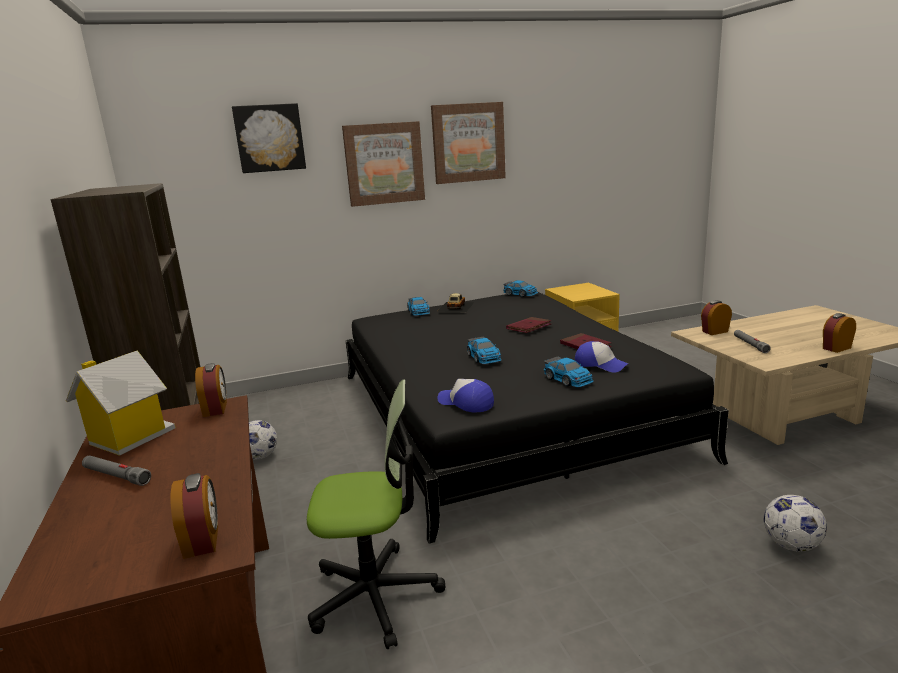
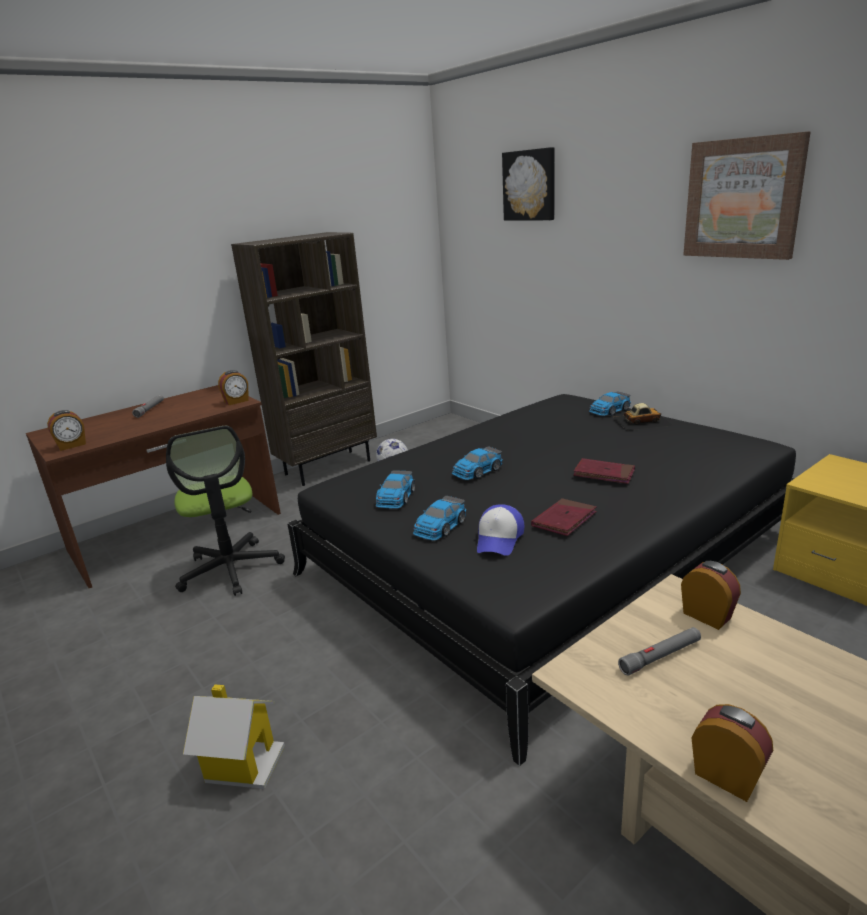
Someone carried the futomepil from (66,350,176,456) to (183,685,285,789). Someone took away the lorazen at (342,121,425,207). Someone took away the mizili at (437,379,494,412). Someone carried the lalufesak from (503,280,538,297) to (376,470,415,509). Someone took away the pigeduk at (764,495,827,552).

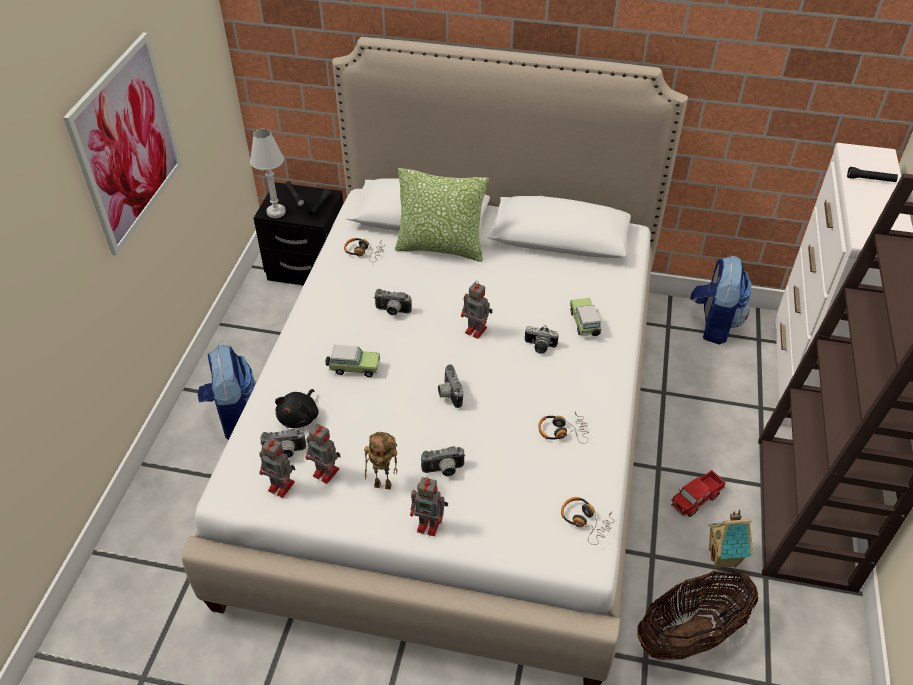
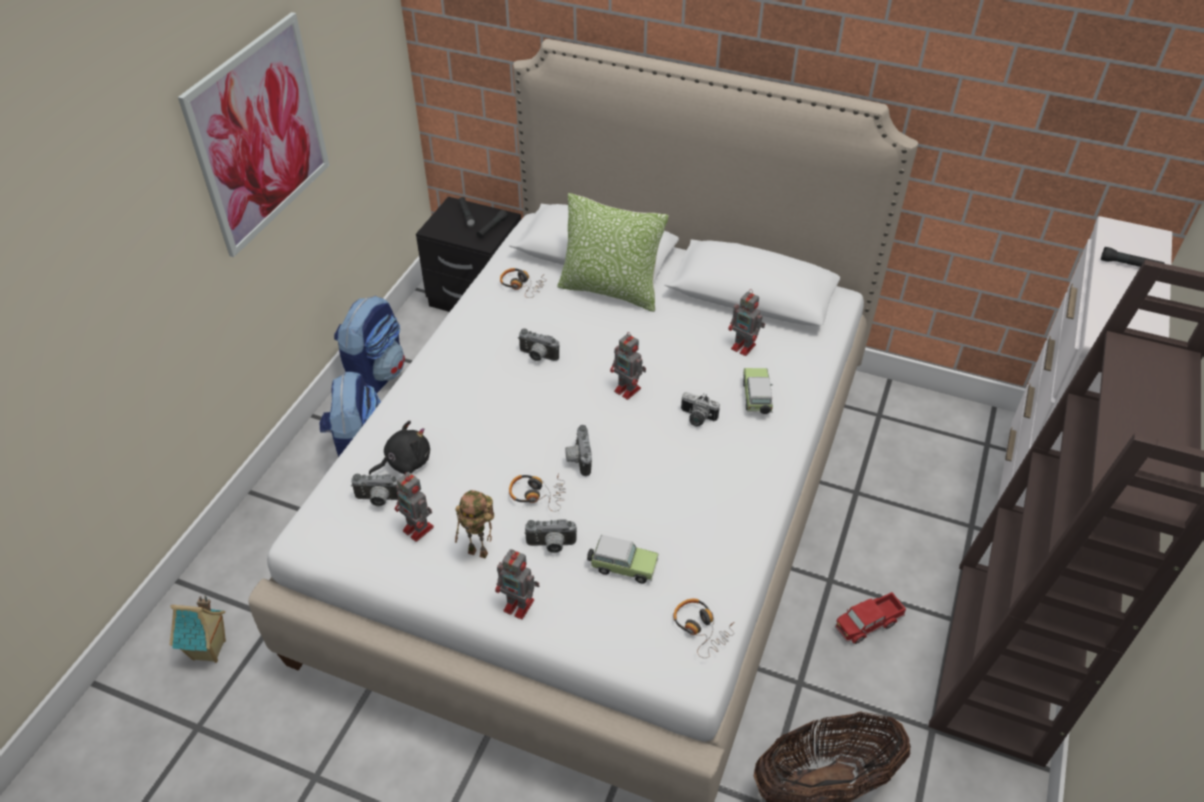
Someone took away the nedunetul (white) at (250,129,286,218). Someone carried the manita from (259,438,295,498) to (728,289,765,356). Someone rotated the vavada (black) at (275,389,319,428) by 150 degrees counterclockwise. Someone carried the lalufesak from (325,345,380,377) to (587,535,658,584). Someone carried the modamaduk from (538,411,589,444) to (509,474,565,512). Someone carried the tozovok from (690,255,751,345) to (334,296,405,393). Someone carried the futomepil from (708,510,753,569) to (170,595,226,663).

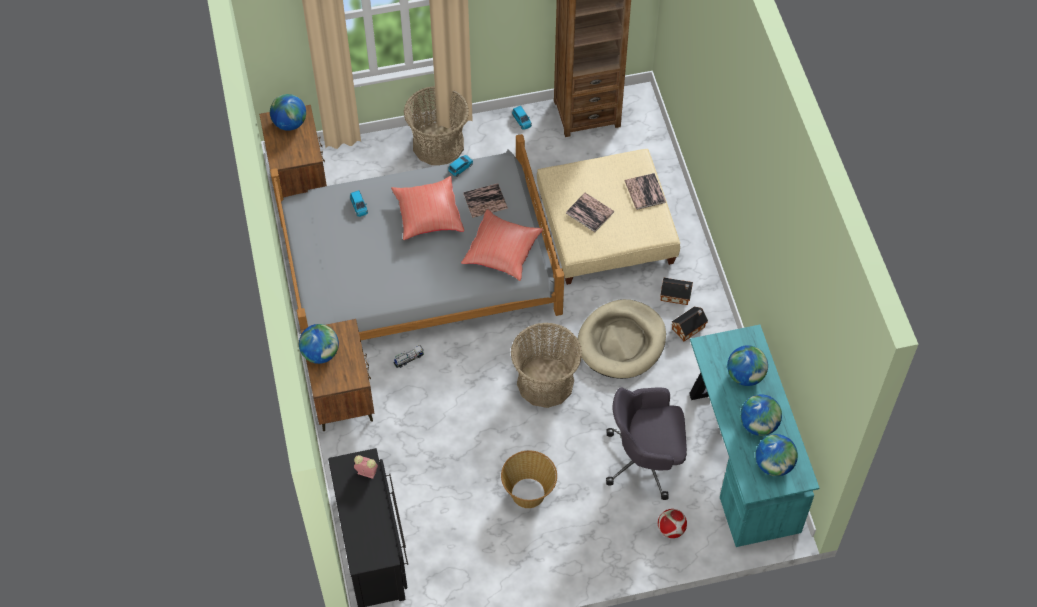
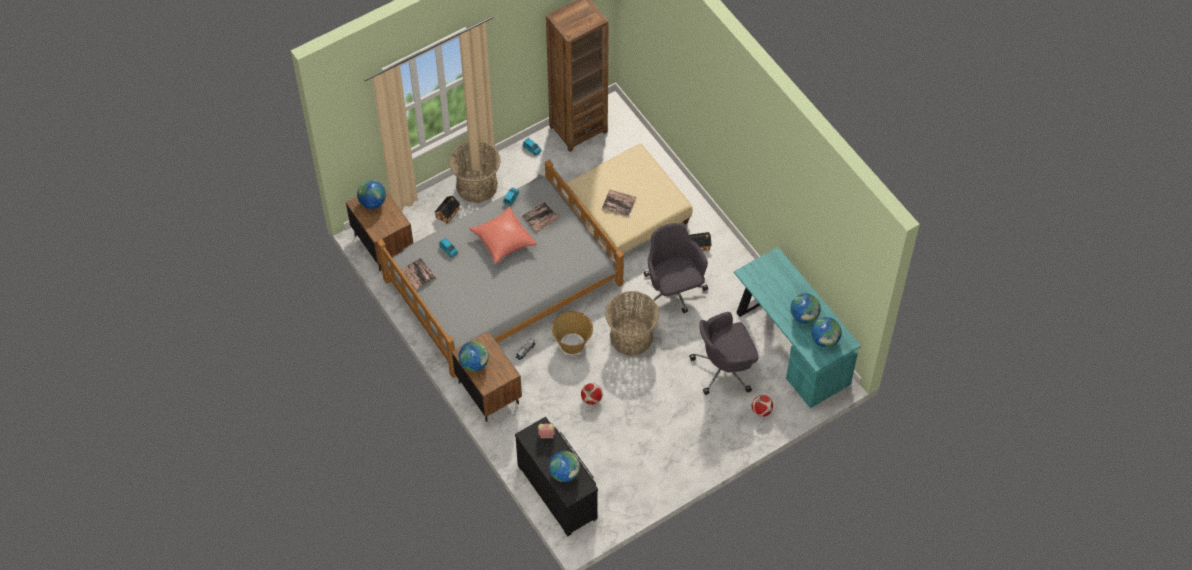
Someone took away the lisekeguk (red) at (461,209,543,281). Someone carried the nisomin from (501,450,557,508) to (552,311,593,354). Someone swapped the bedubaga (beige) at (578,299,666,379) for the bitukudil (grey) at (644,223,708,313). Someone carried the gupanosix from (625,173,666,210) to (401,258,437,291). Someone carried the futomepil from (672,307,708,342) to (435,196,460,224). Someone carried the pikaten from (727,345,768,386) to (549,451,580,482). Someone put down the pigeduk at (581,383,602,405).

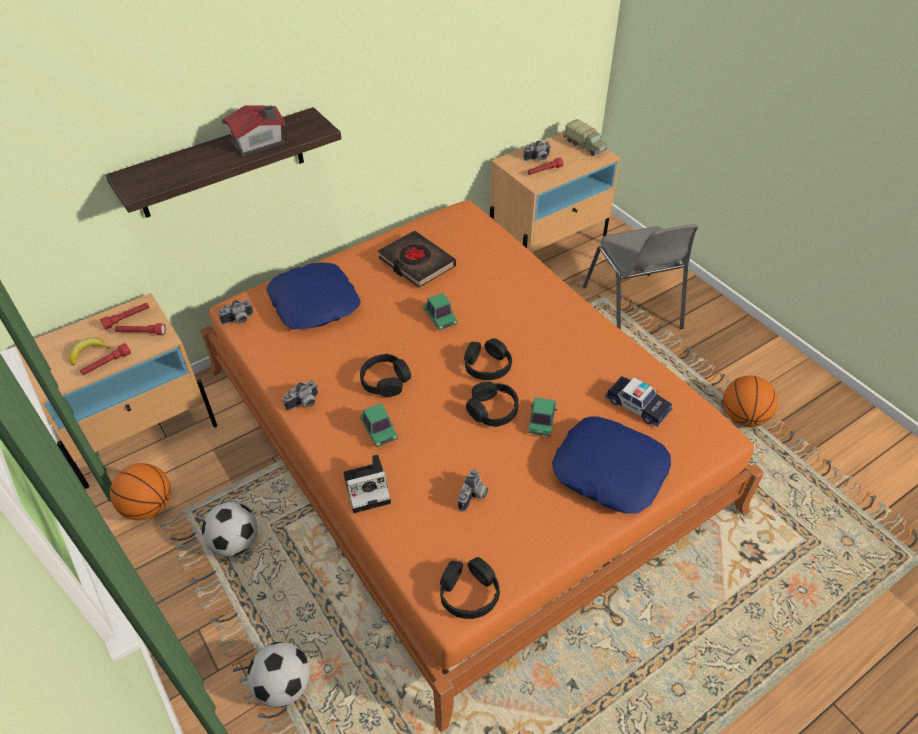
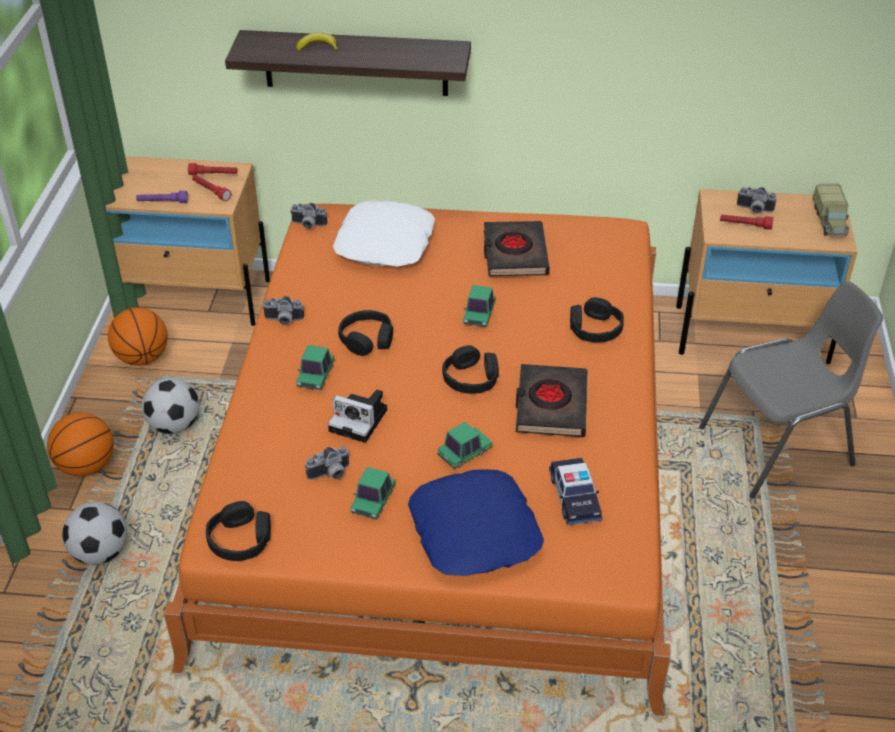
Someone carried the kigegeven from (69,337,110,366) to (296,32,338,51). Someone repainted the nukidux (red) at (80,343,131,375), which became the nukidux (purple) at (136,191,188,203). Someone took away the futomepil at (222,105,285,156). Someone repainted the lisekeguk (blue) at (266,263,361,329), which became the lisekeguk (white) at (333,200,435,267). Someone carried the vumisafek from (343,454,391,513) to (328,389,387,443). Someone carried the modamaduk (black) from (466,382,519,427) to (570,297,624,343). Someone rotated the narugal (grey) at (583,224,698,330) by 135 degrees counterclockwise. Someone carried the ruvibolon from (723,376,778,427) to (47,412,114,476). Someone put down the lalufesak at (350,467,396,520). Someone put down the gupanosix (black) at (516,364,588,437).

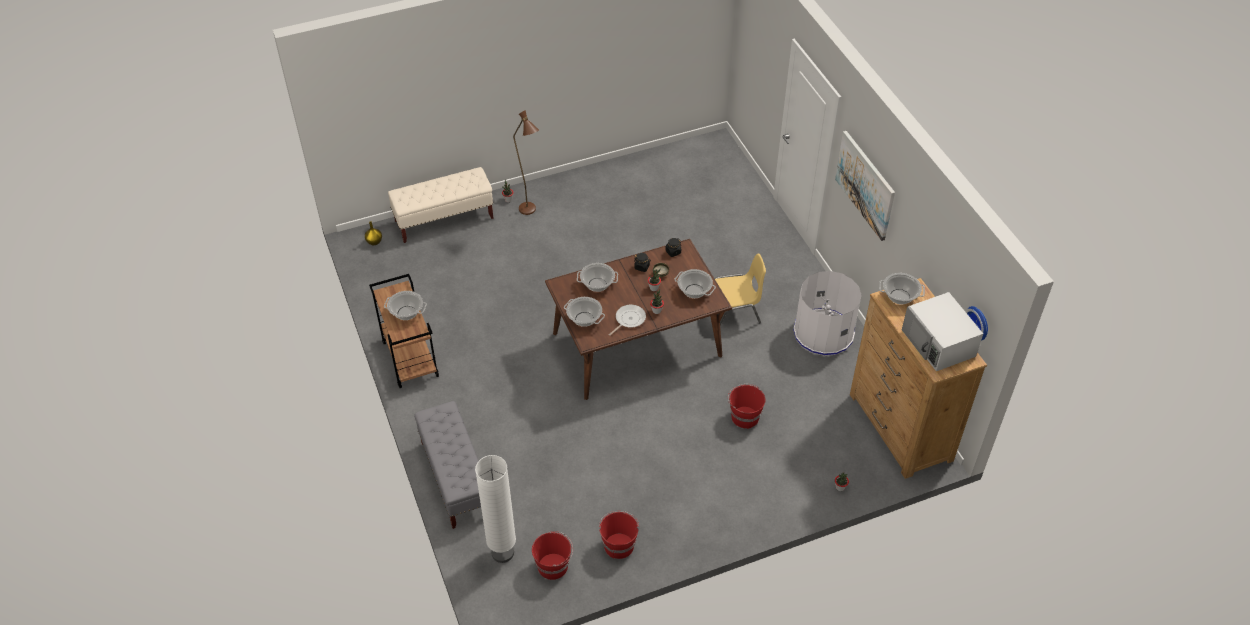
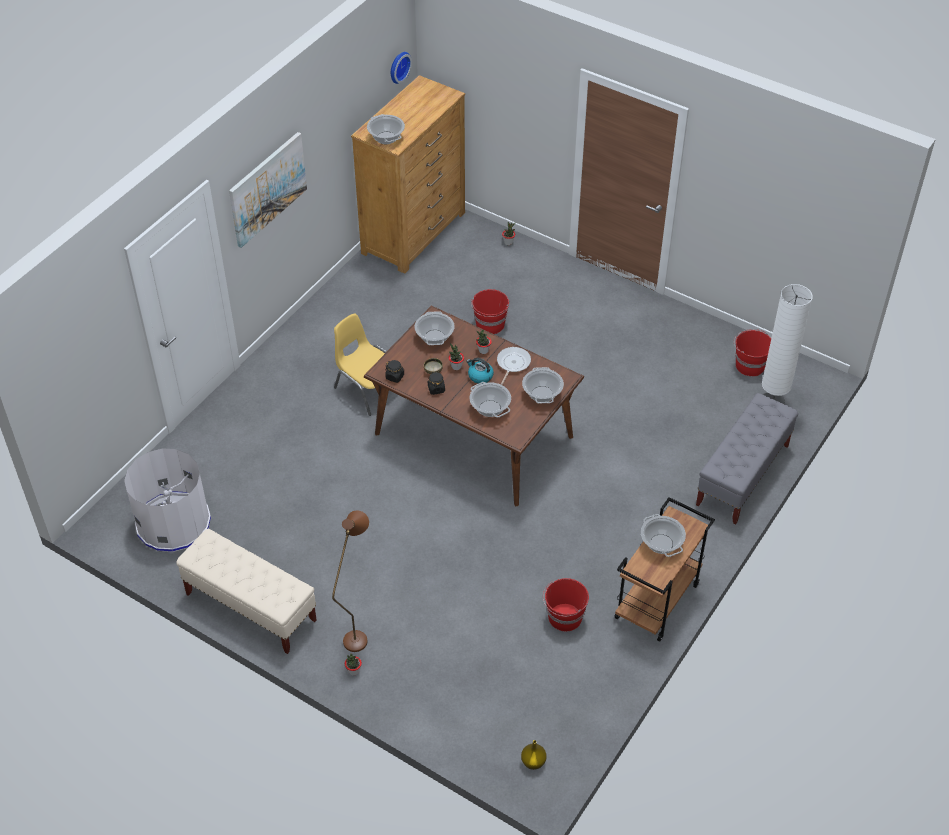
Someone carried the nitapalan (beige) from (388,167,494,243) to (176,529,317,654). Someone carried the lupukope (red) from (599,511,639,559) to (543,578,589,631). Someone rotated the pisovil at (609,305,646,336) by 105 degrees clockwise. Someone carried the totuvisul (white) from (793,271,861,356) to (124,448,211,552). Someone took away the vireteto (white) at (902,292,983,371). Someone put down the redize at (466,358,494,384).

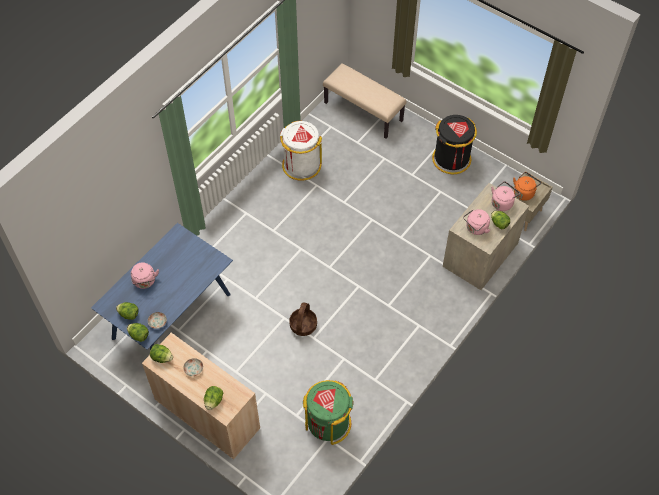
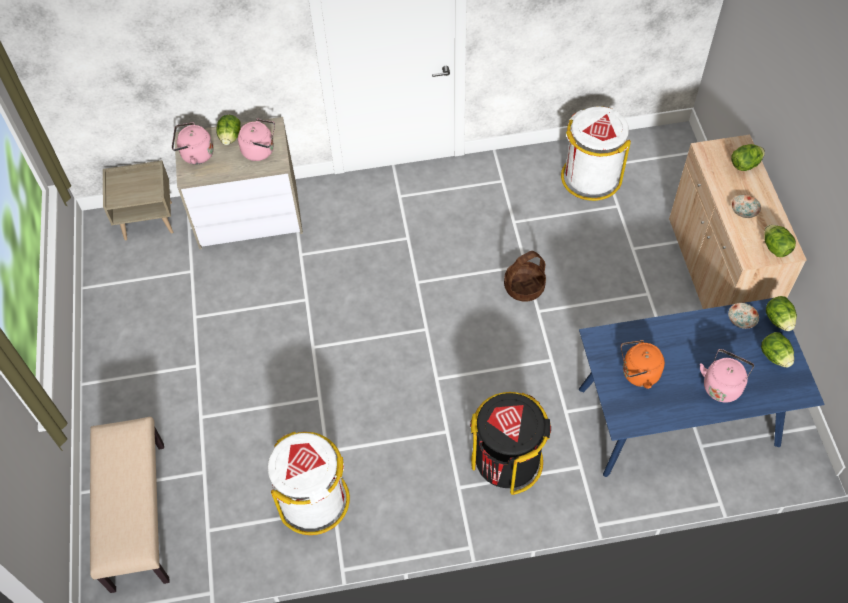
Someone repainted the totuvisul (green) at (303,380,354,445), which became the totuvisul (white) at (561,106,631,201). Someone carried the totuvisul (black) from (432,115,477,174) to (470,392,551,495). Someone carried the redize (orange) from (513,172,541,201) to (621,340,665,389).

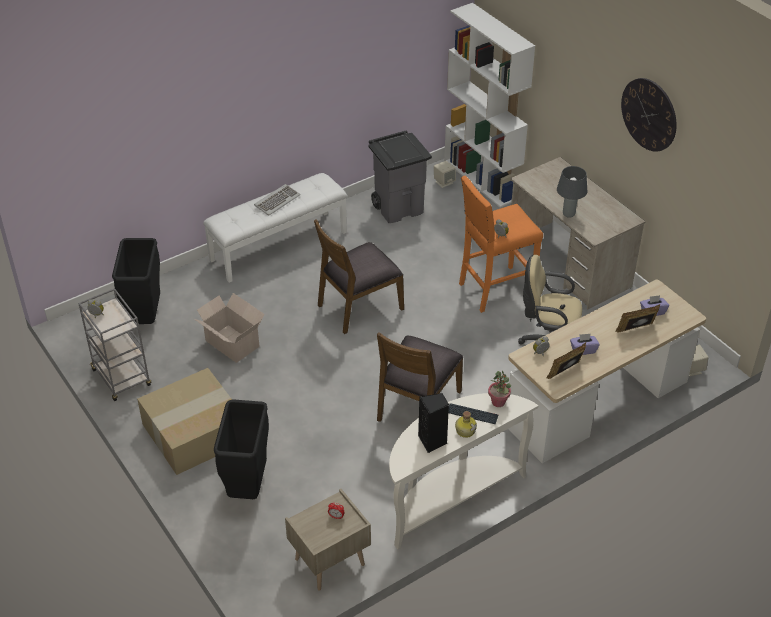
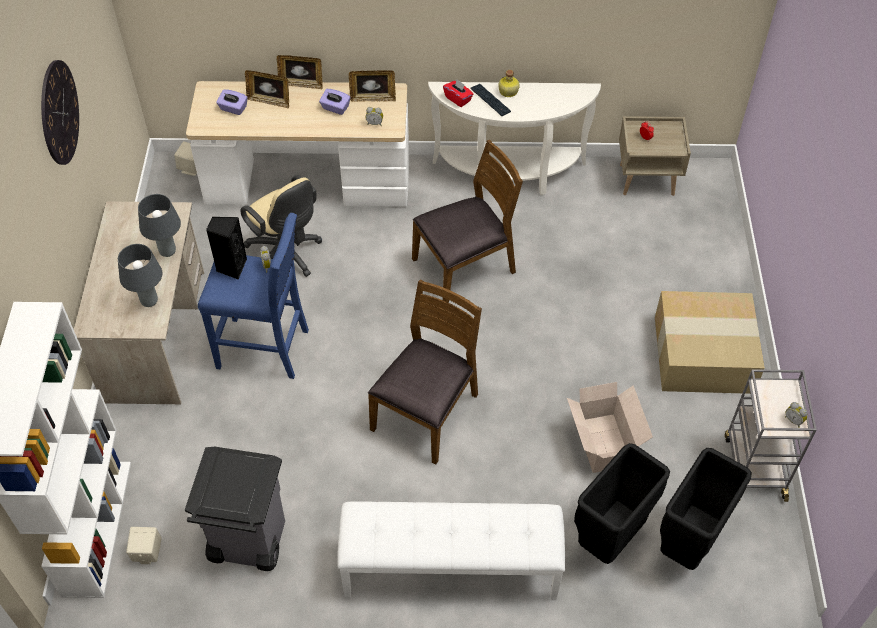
Someone carried the totuvisul (black) from (214,399,269,499) to (574,443,670,564). Someone took away the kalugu at (254,184,300,216). Someone rotated the narugal (brown) at (314,219,404,334) by 60 degrees counterclockwise. Someone carried the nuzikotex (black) from (418,393,449,453) to (206,217,247,280). Someone repainted the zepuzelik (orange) at (459,176,543,313), which became the zepuzelik (blue) at (198,213,309,379). Someone swapped the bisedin at (488,370,511,407) for the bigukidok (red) at (443,80,473,107). Someone put down the nedunetul (grey) at (118,244,162,307). Someone put down the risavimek at (277,55,323,89).

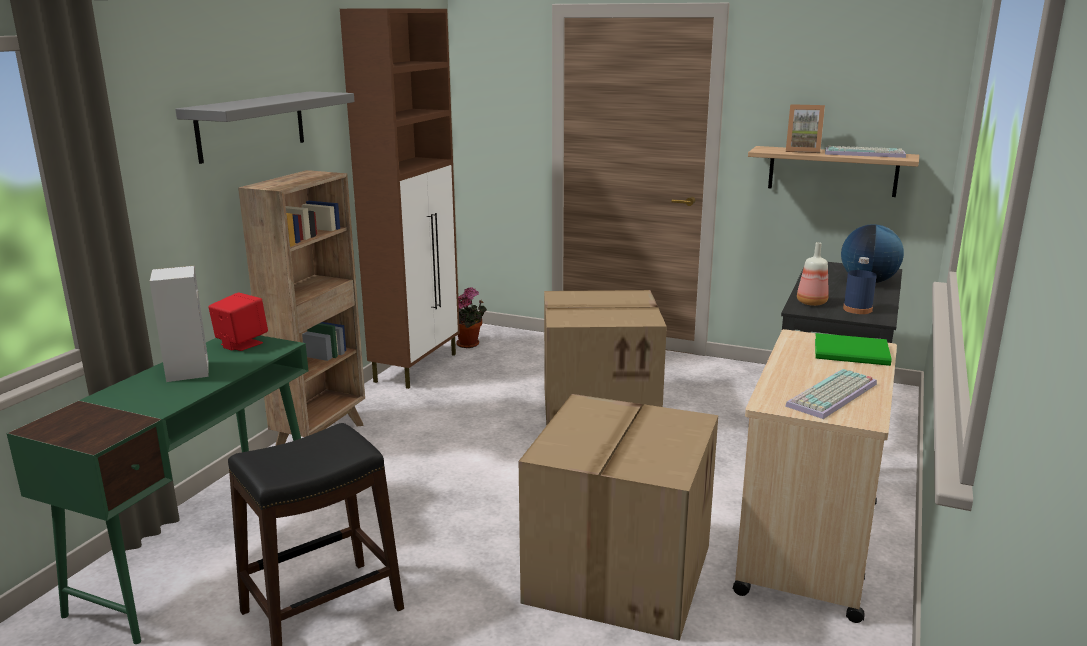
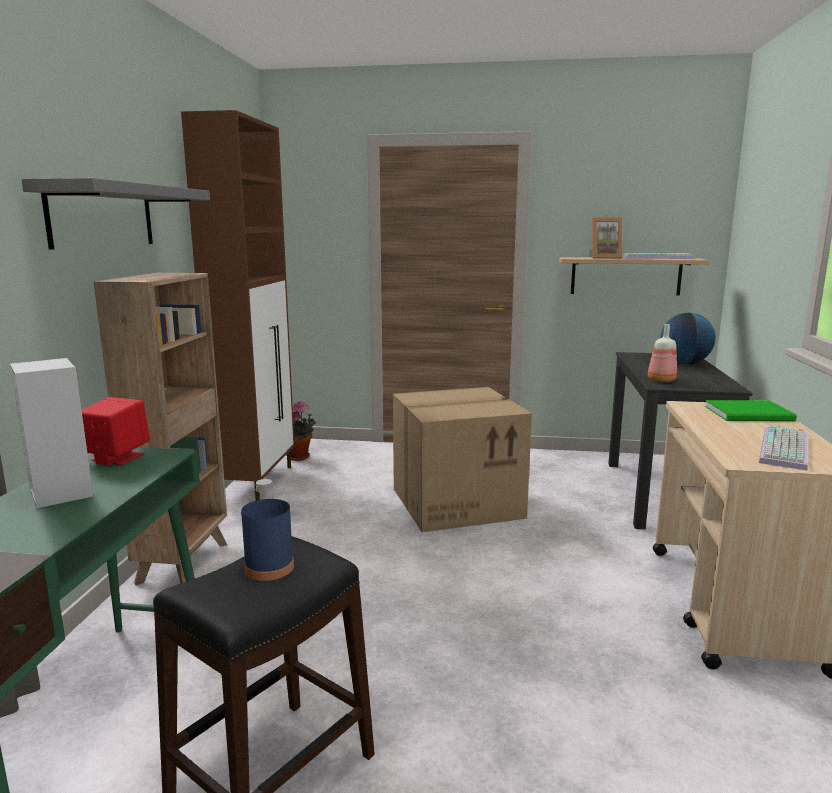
Someone took away the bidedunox at (519,394,718,641). Someone carried the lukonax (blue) from (843,257,877,314) to (241,479,294,581).

